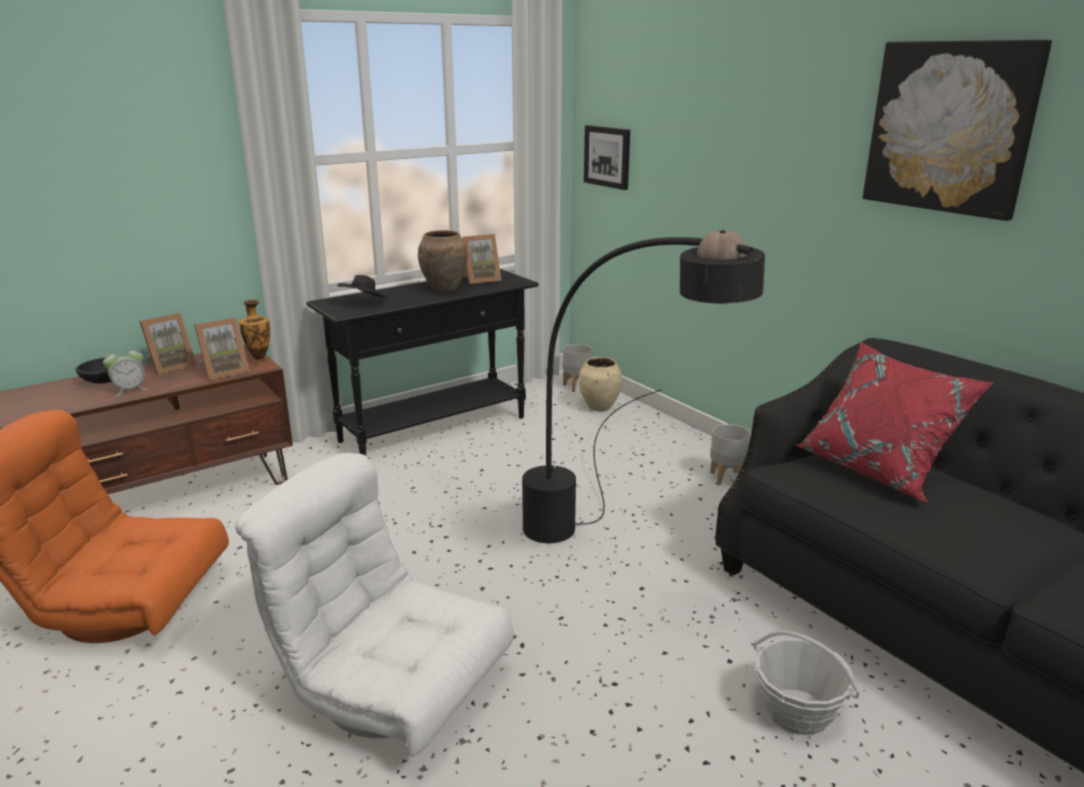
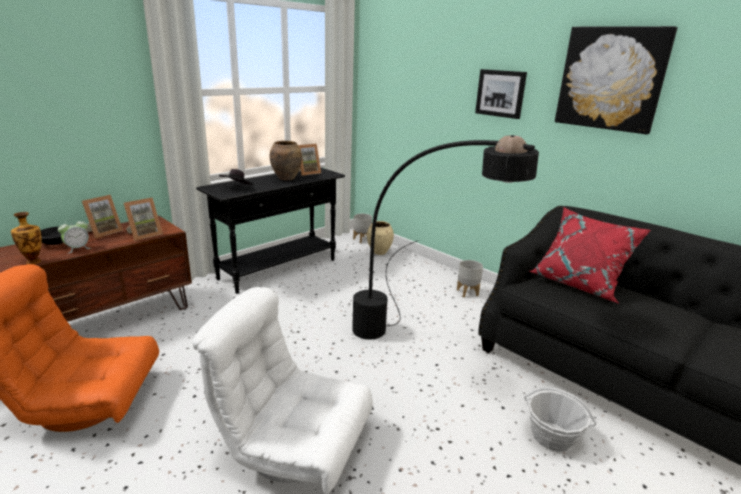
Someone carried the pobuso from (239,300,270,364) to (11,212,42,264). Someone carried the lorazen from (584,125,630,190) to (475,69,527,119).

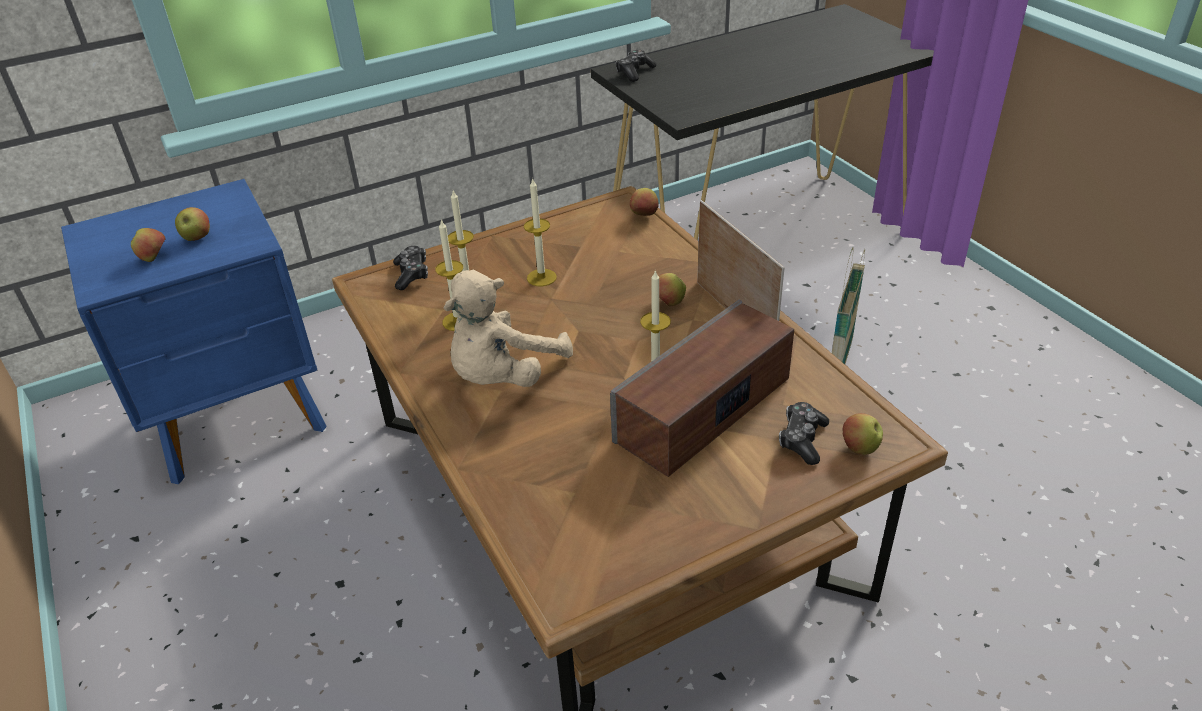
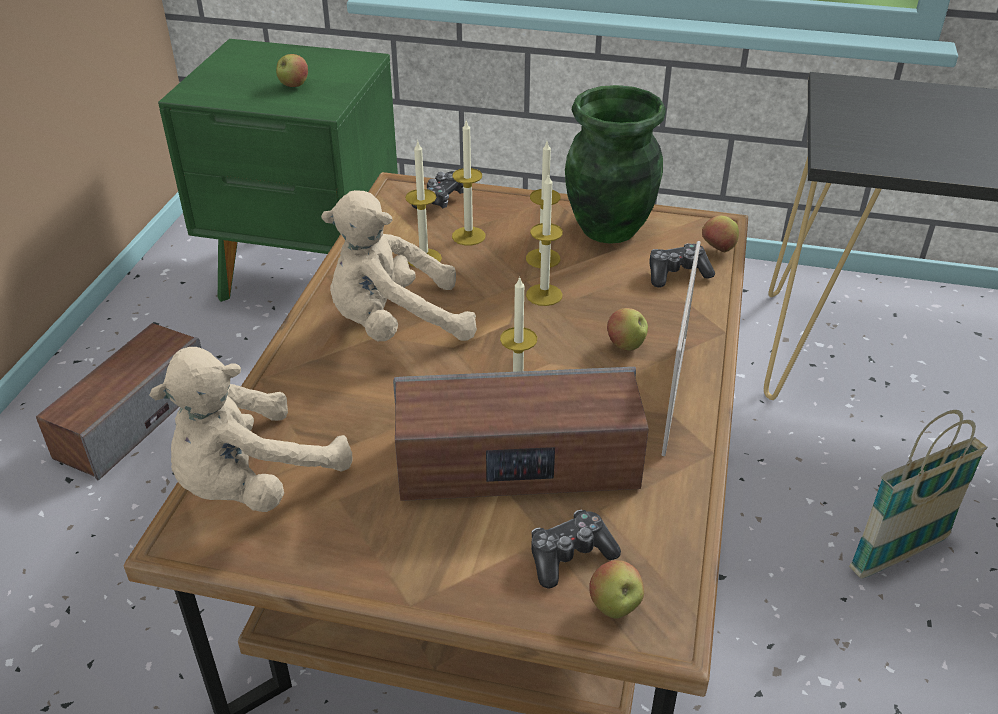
Someone repainted the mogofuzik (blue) at (61,179,327,484), which became the mogofuzik (green) at (158,39,398,302). Someone took away the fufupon at (131,228,166,262). Someone carried the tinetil from (615,50,657,82) to (649,243,715,287). Someone put down the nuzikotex at (36,323,201,481). Someone put down the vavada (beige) at (150,347,352,512). Someone put down the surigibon at (526,173,563,306). Someone put down the pobuso (green) at (565,85,666,244).

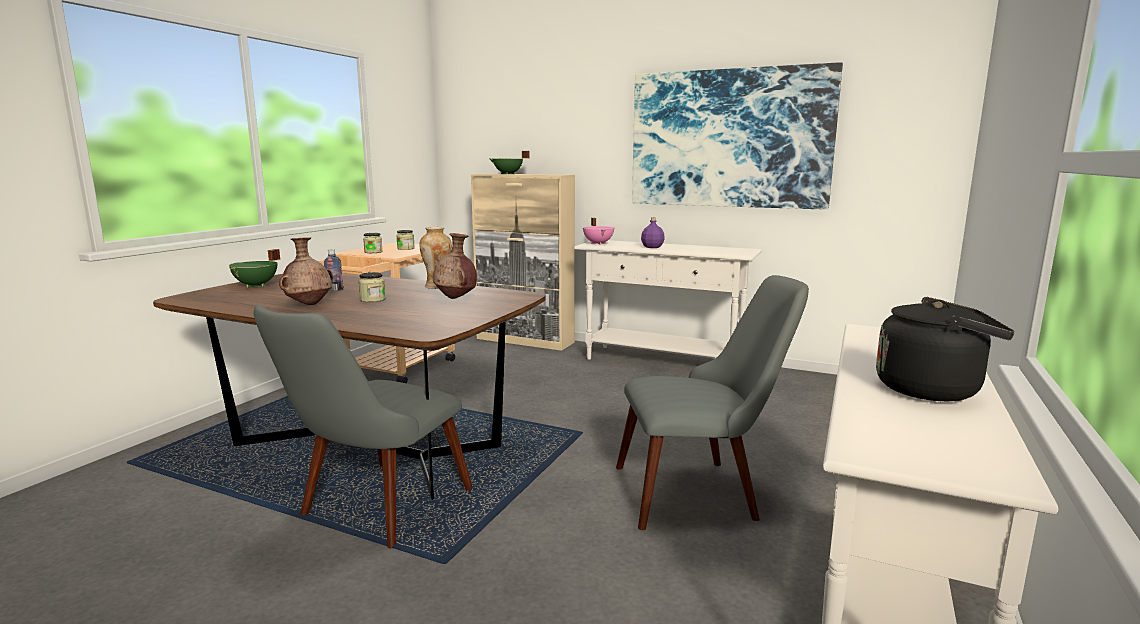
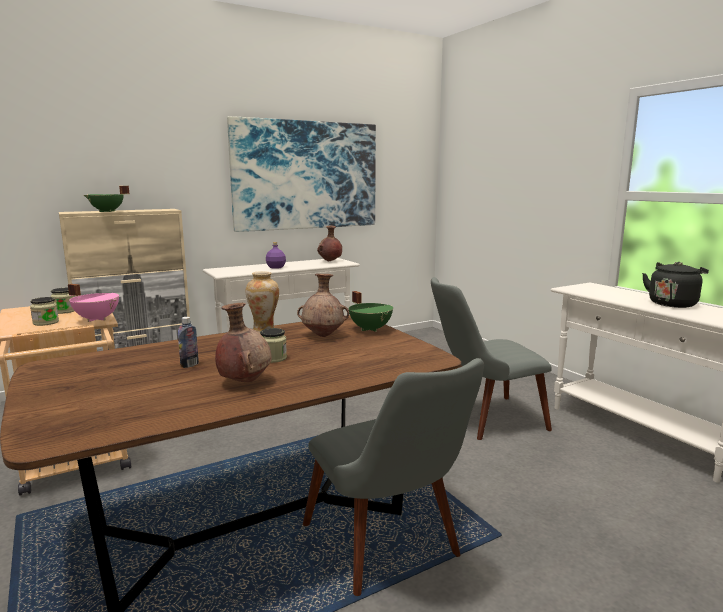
Someone carried the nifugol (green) from (229,249,280,288) to (349,291,393,332). Someone carried the nifugol (pink) from (583,218,615,245) to (68,284,119,322). Someone rotated the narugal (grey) at (616,275,809,530) by 135 degrees counterclockwise. Someone put down the pobuso (brown) at (317,226,342,261).

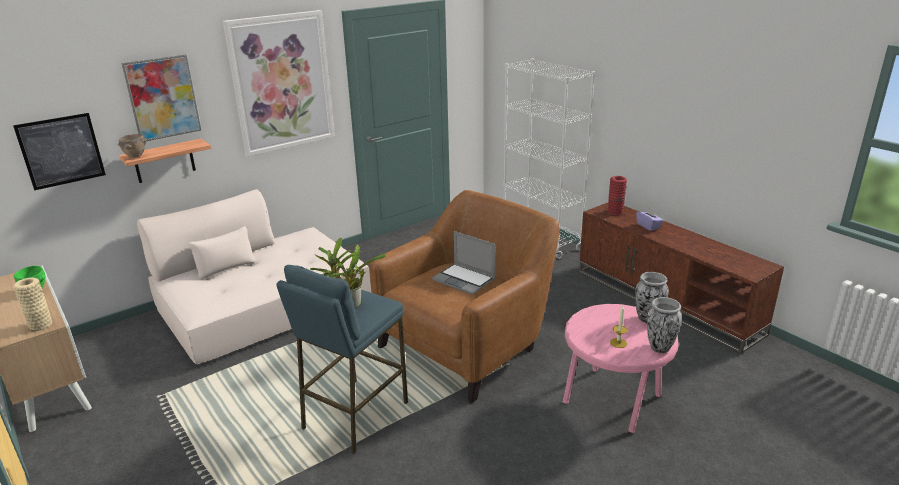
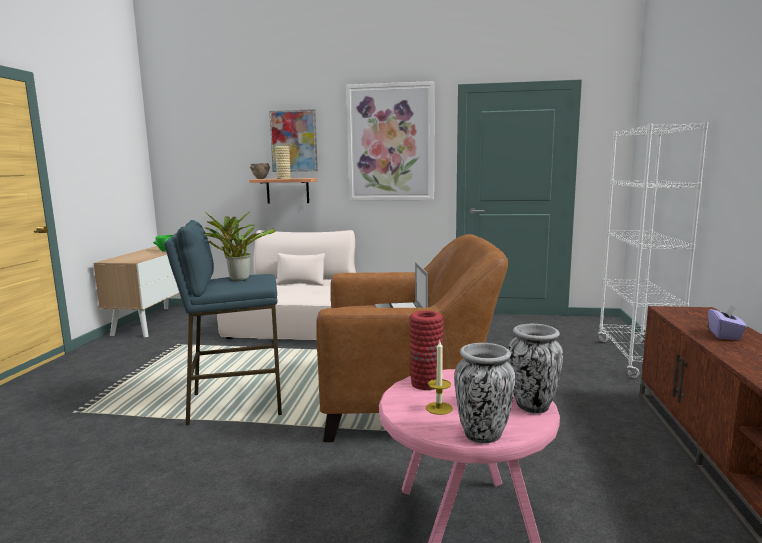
Someone took away the lorazen at (13,113,106,190). Someone carried the pobuso (beige) from (13,278,52,331) to (275,146,291,179). Someone carried the pobuso (red) from (608,176,627,215) to (409,311,443,390).

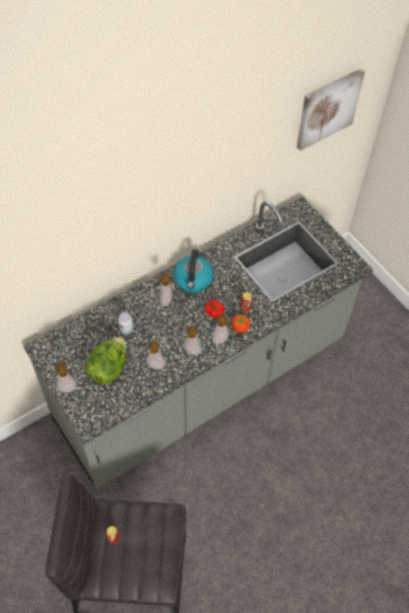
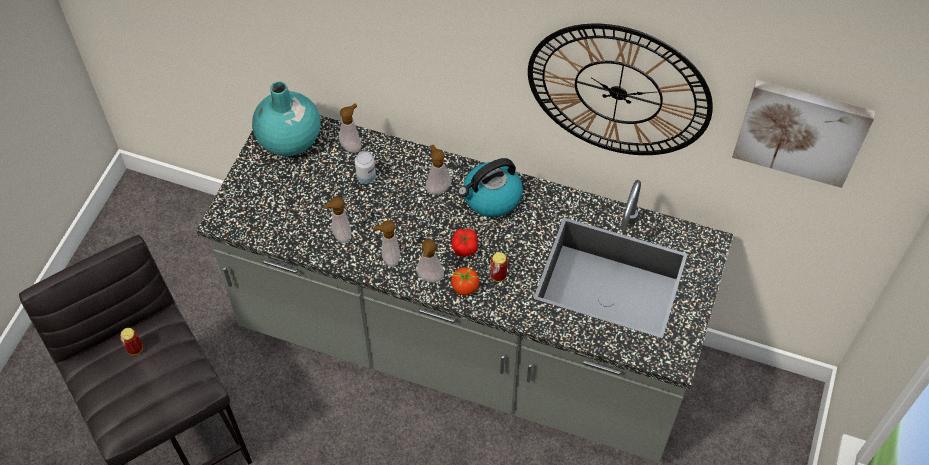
Someone carried the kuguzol from (56,360,77,393) to (339,104,362,153). Someone took away the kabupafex at (85,337,127,385). Someone put down the pobuso (turquoise) at (252,82,321,156). Someone put up the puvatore at (528,24,713,155).

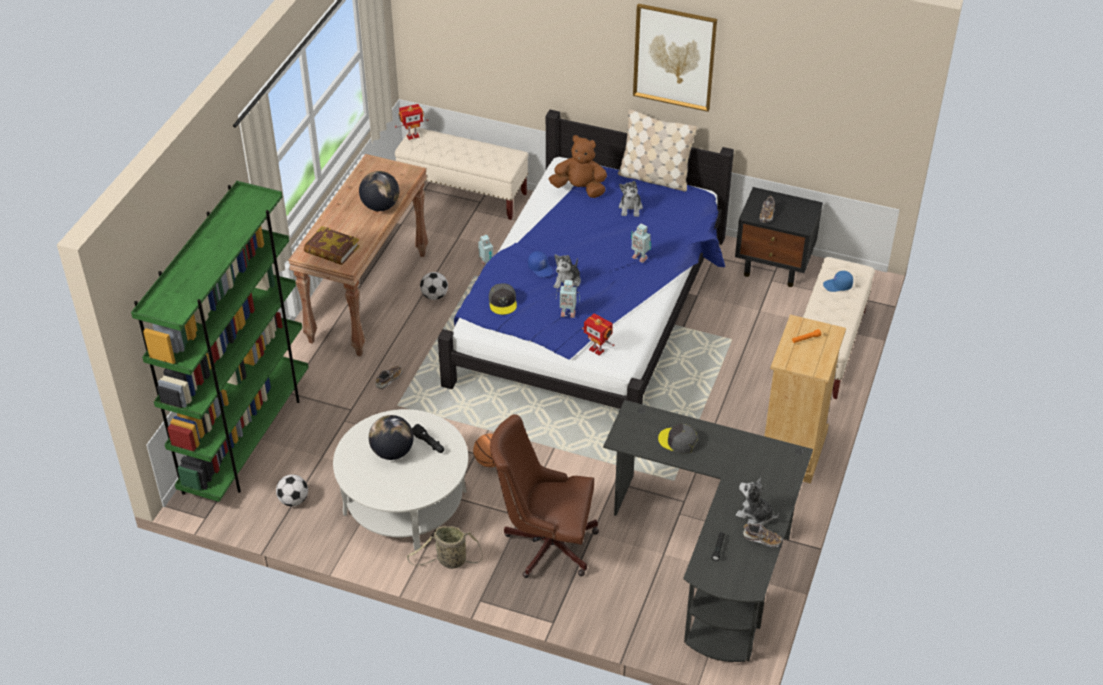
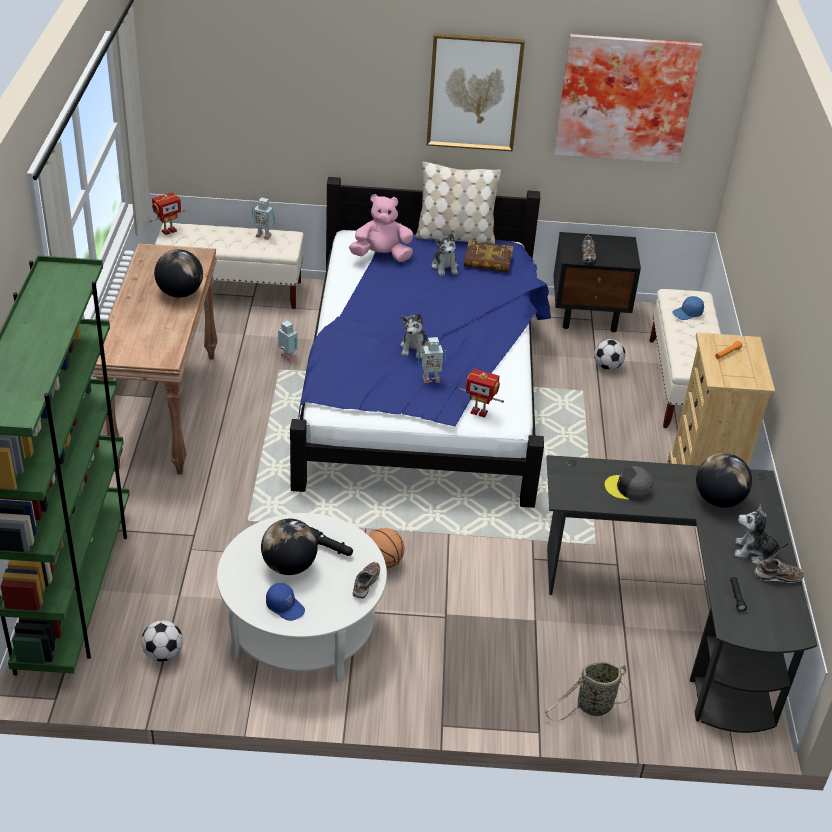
Someone carried the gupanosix from (304,226,359,265) to (464,241,513,272). Someone carried the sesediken from (375,366,402,389) to (353,562,380,599). Someone carried the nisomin from (407,526,483,569) to (545,662,630,721). Someone carried the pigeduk from (420,272,448,300) to (594,339,625,370). Someone took away the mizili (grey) at (489,283,517,315). Someone took away the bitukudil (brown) at (490,414,599,578). Someone carried the mizili (blue) from (528,251,553,277) to (266,583,305,621). Someone repainted the vavada (brown) at (549,135,607,198), which became the vavada (pink) at (349,194,414,262). Someone carried the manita from (631,224,651,263) to (252,197,275,240). Someone put up the lorazen at (554,34,702,163). Someone put down the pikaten at (696,453,752,508).

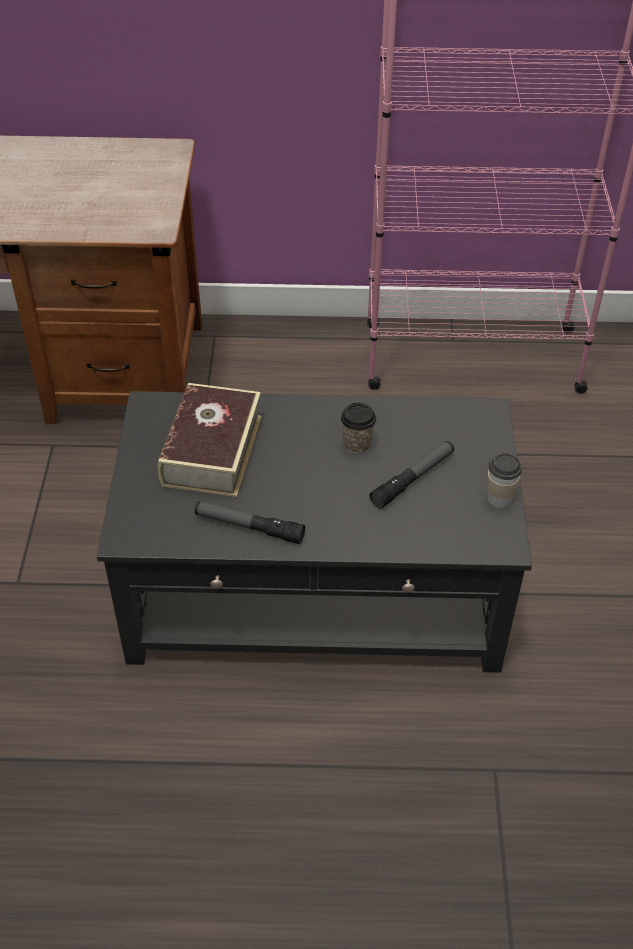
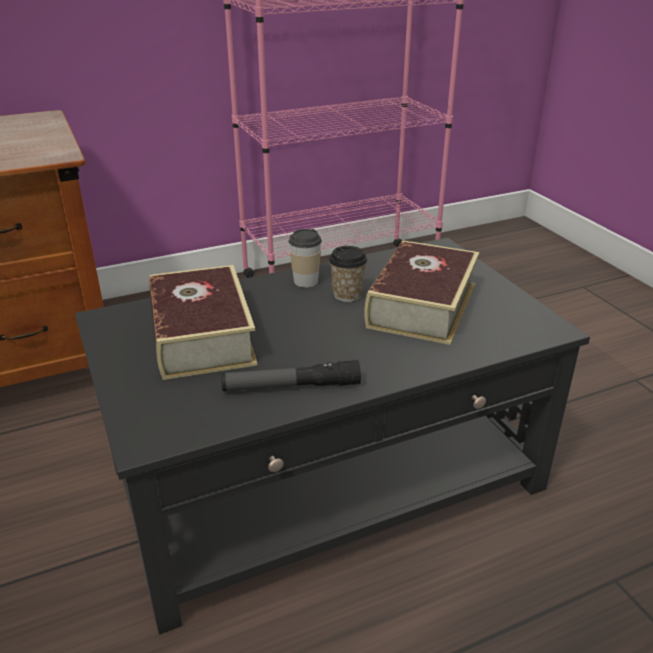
Someone swapped the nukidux at (370,441,454,509) for the gupanosix at (364,240,479,345). Someone carried the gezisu from (487,453,522,508) to (288,229,322,288).

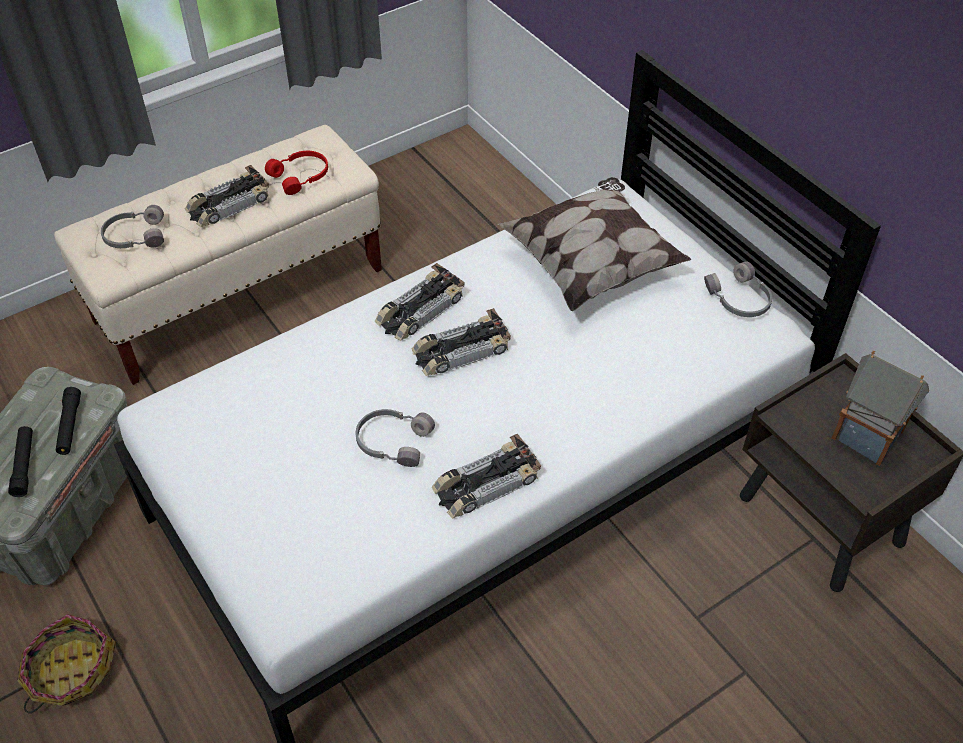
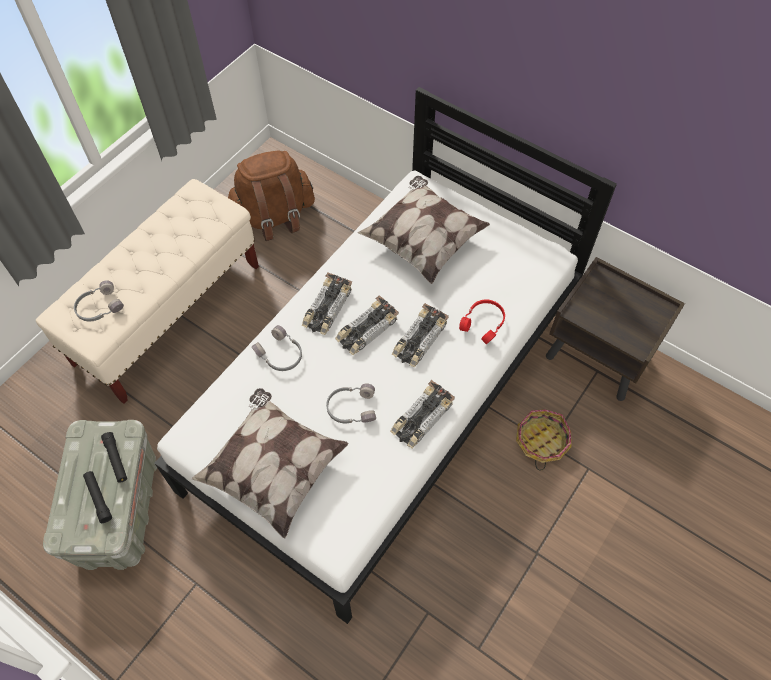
Someone carried the nisomin from (17,614,116,713) to (516,409,572,471). Someone carried the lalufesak from (185,165,269,227) to (392,303,449,368). Someone carried the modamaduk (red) from (265,151,328,195) to (459,300,505,344). Someone carried the modamaduk (grey) from (704,261,772,317) to (252,325,302,371). Someone took away the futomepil at (831,351,929,466). Someone put down the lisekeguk at (191,388,349,538). Someone put down the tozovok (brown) at (228,150,315,241).

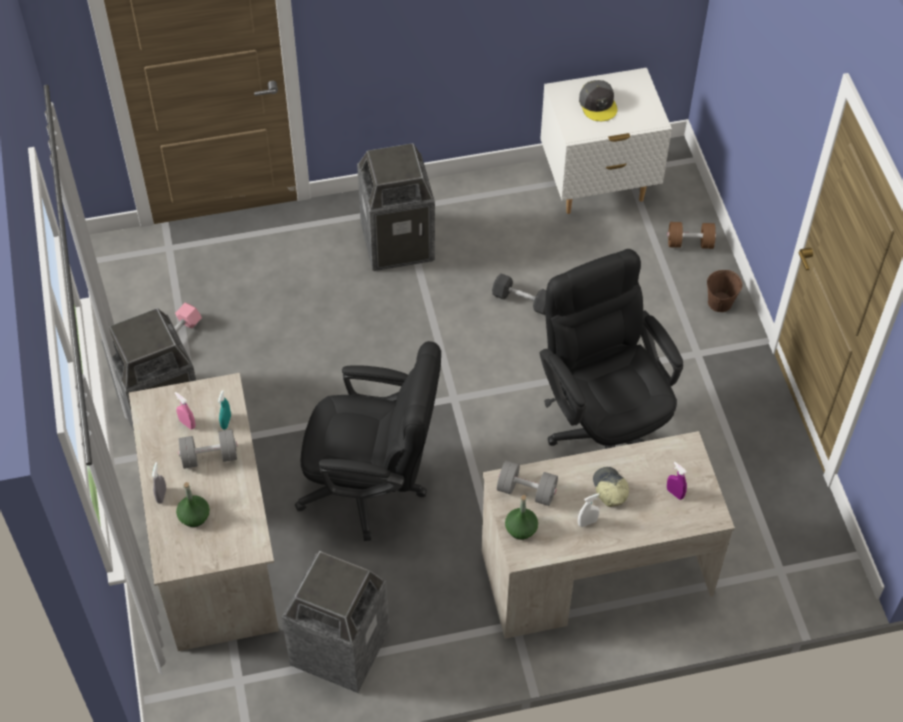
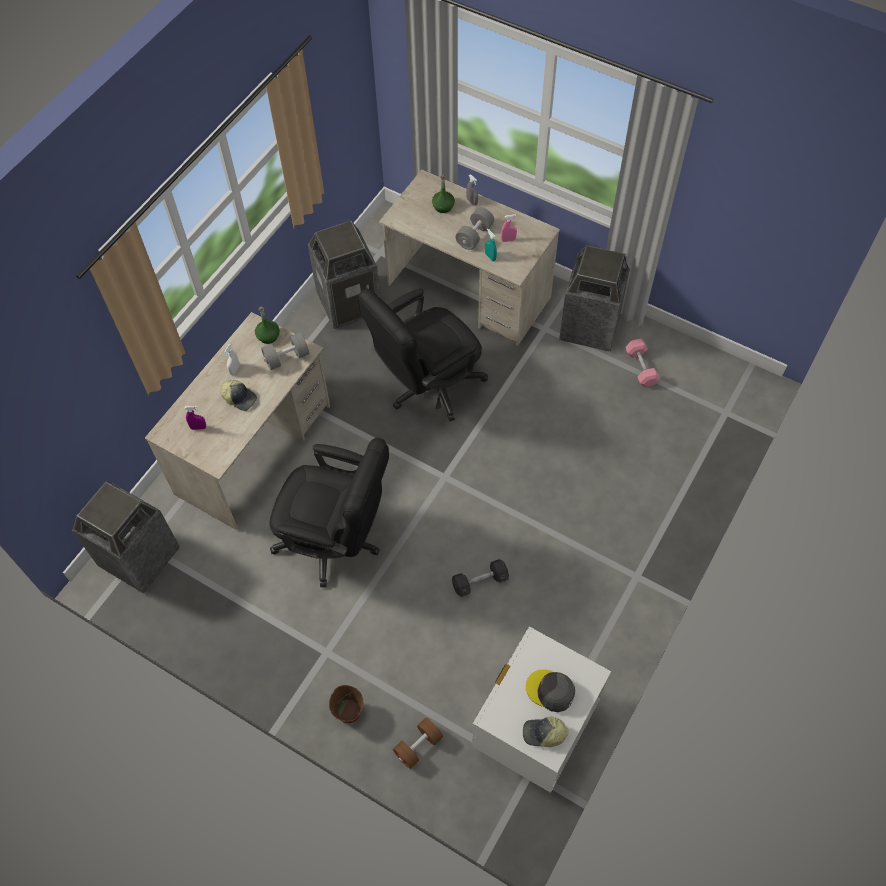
Someone carried the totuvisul from (357,143,435,271) to (72,482,180,594). Someone put down the mizili at (523,716,569,747).

